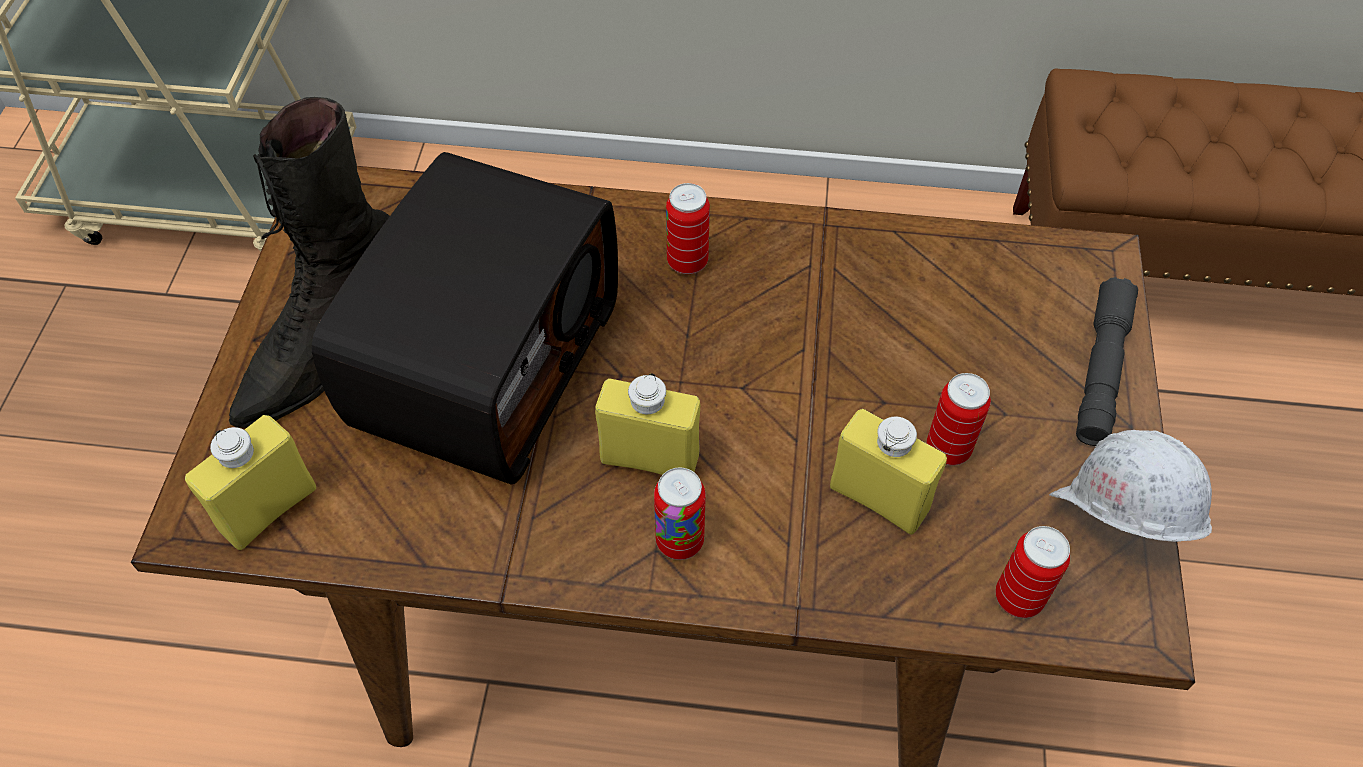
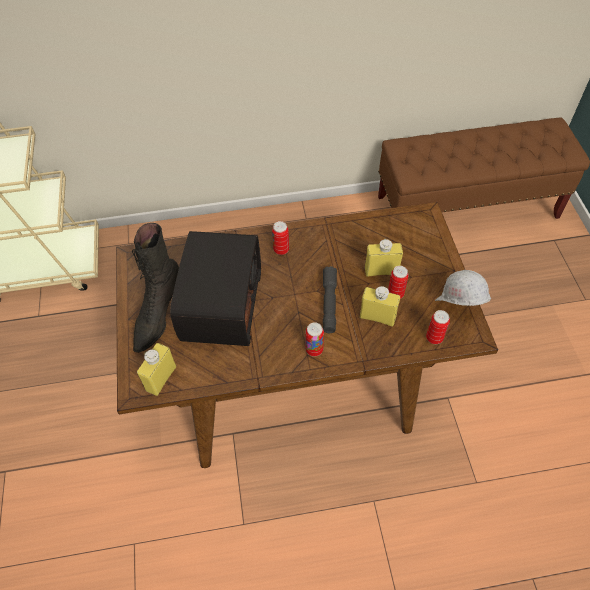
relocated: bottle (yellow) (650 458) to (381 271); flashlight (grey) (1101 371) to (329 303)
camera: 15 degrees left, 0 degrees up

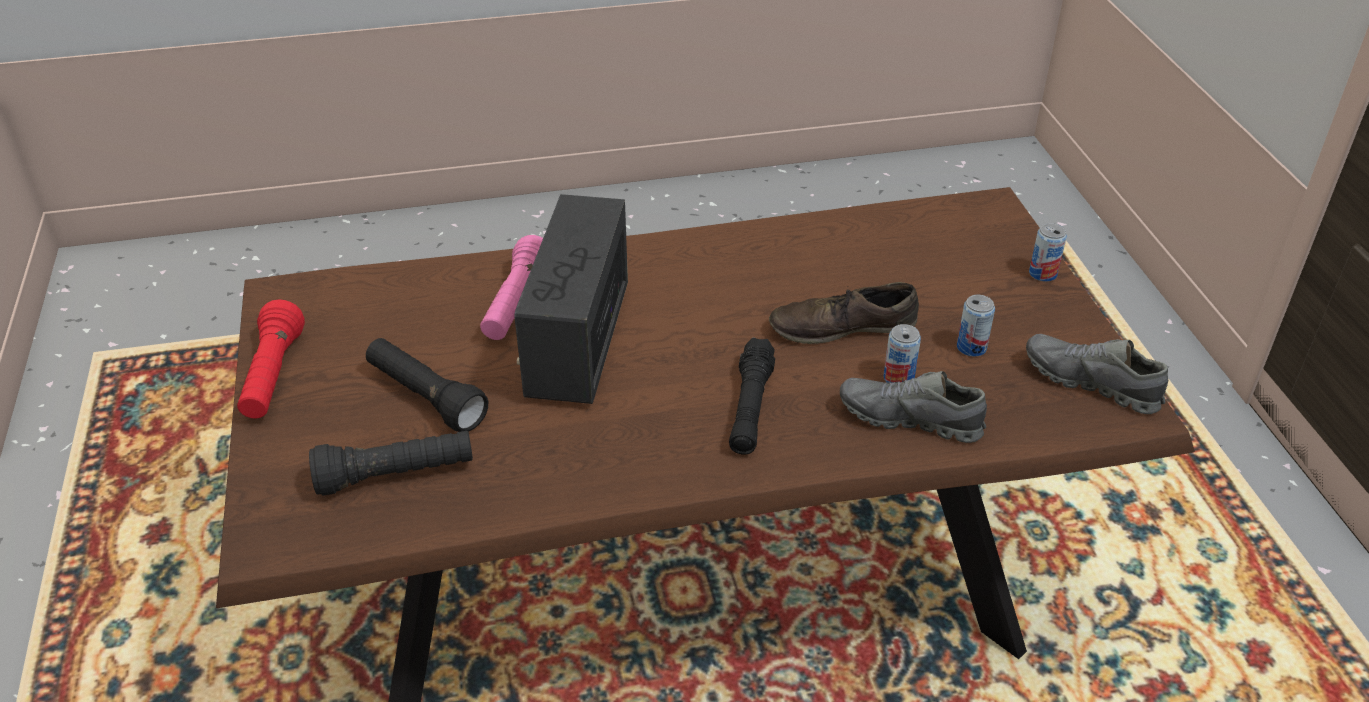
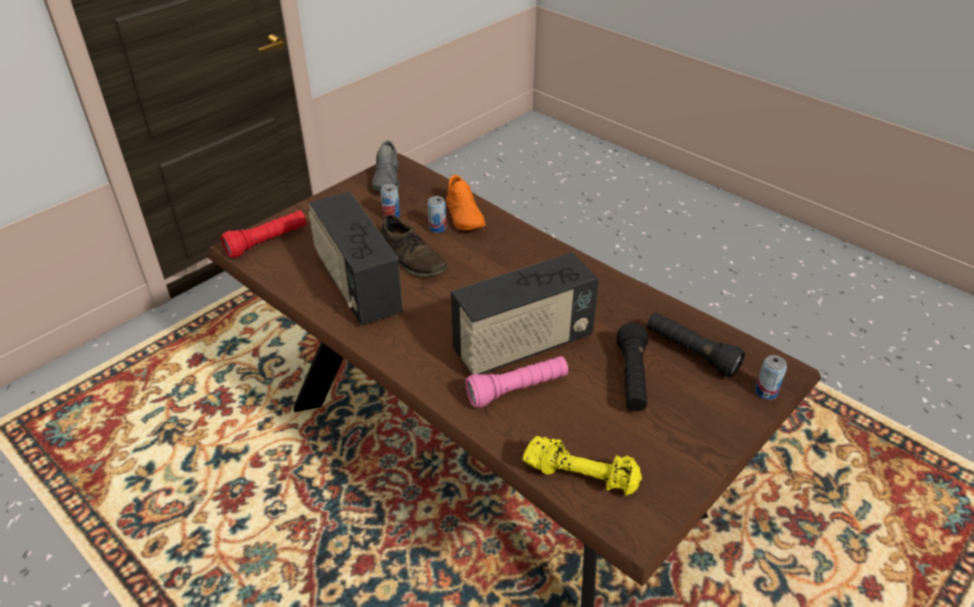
missing: flashlight (black) (750 407)
appeared: radio (357 286); dumbbell (yellow) (581 475)
relocated: flashlight (red) (273 376) to (267 242); can (1043 273) to (766 392)
colour: shoe (grey) (909 419) to shoe (orange) (465 216)
camera: 125 degrees left, 0 degrees up

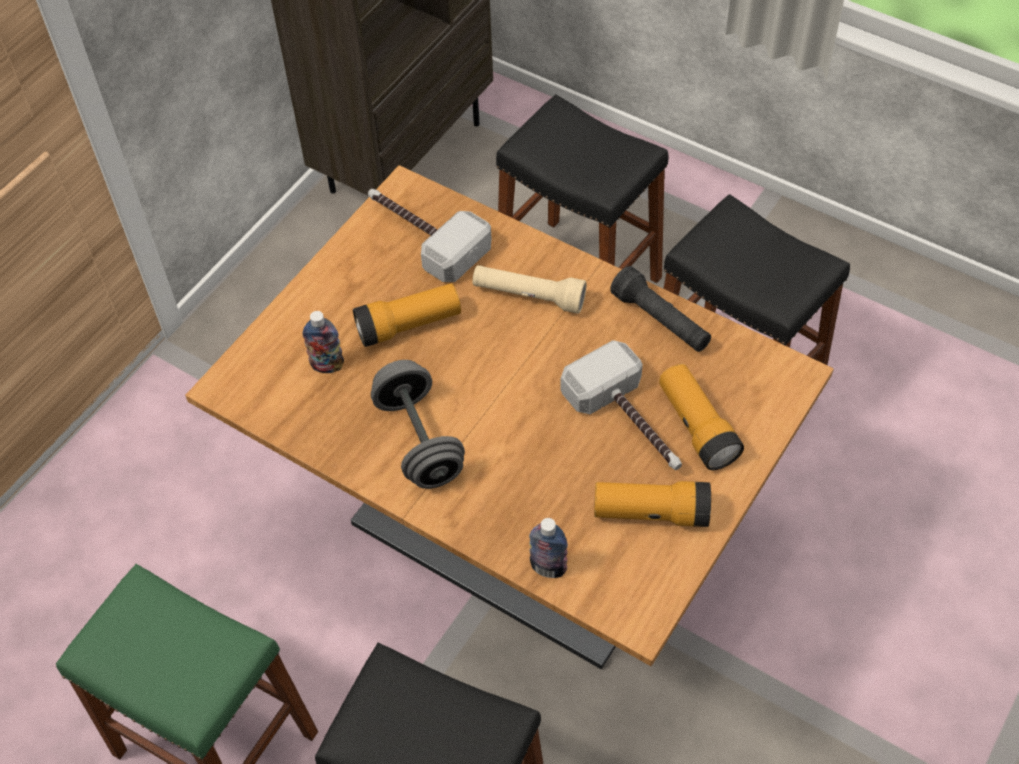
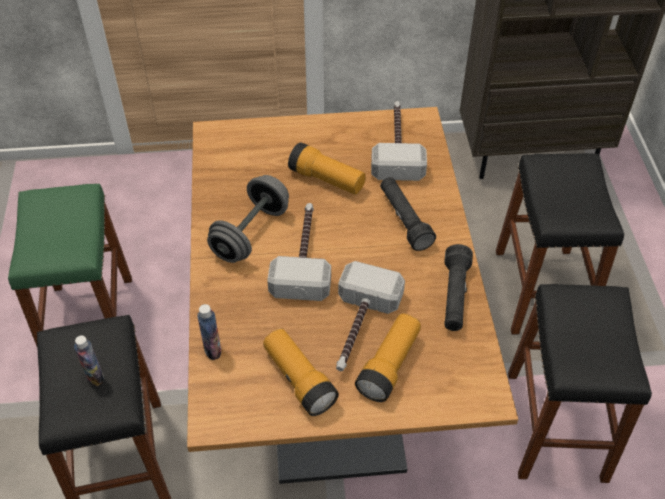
appeared: hammer (304 256)
relocated: bottle (327 365) to (95 376)
colour: flashlight (beige) (528 296) to flashlight (black) (404 220)
camera: 50 degrees right, 5 degrees down

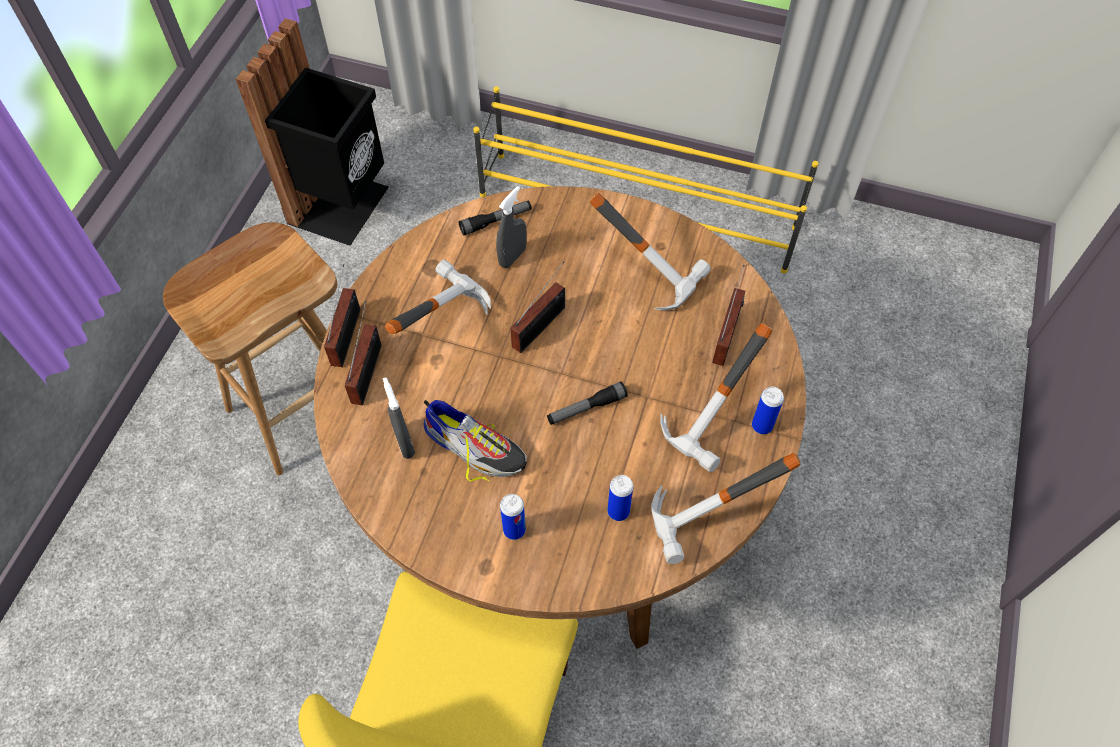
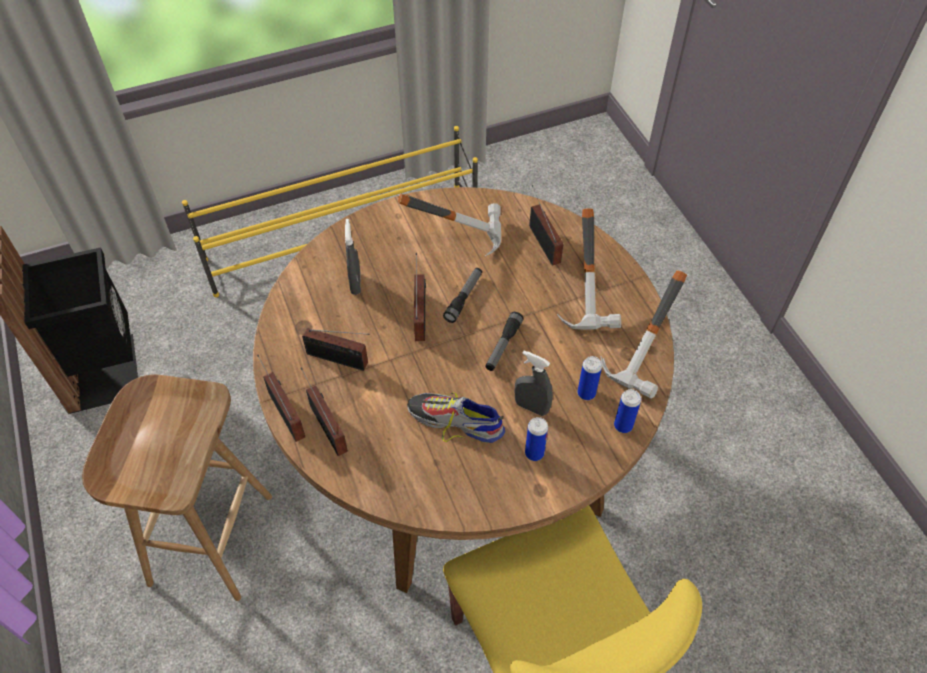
relocated: spray bottle (grey) (404 442) to (531 407); flashlight (496 221) to (464 298); can (762 426) to (623 425)
exchanged: hammer (433 319) to radio (340 360)
spun: shoe (475 446) = (455 421) 150 degrees counterclockwise
camera: 40 degrees left, 5 degrees down

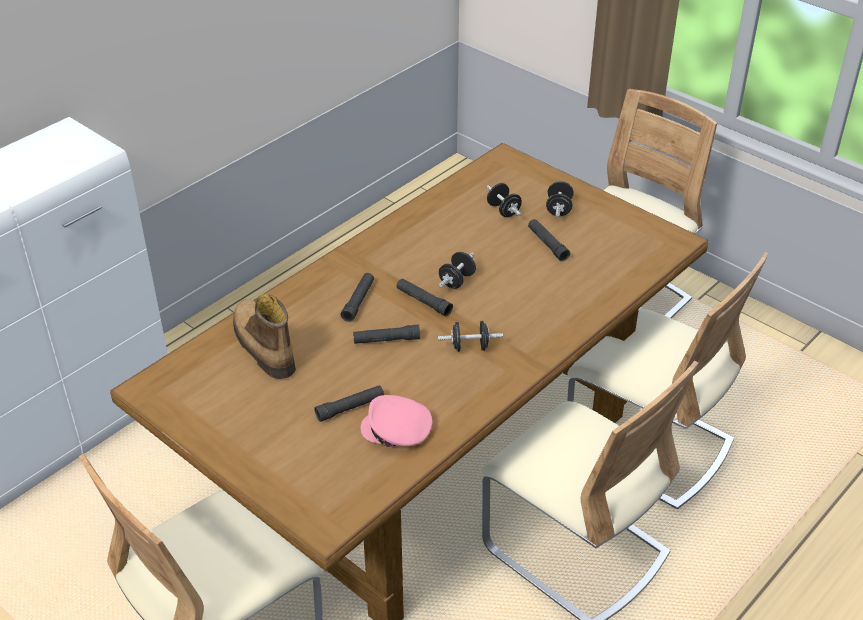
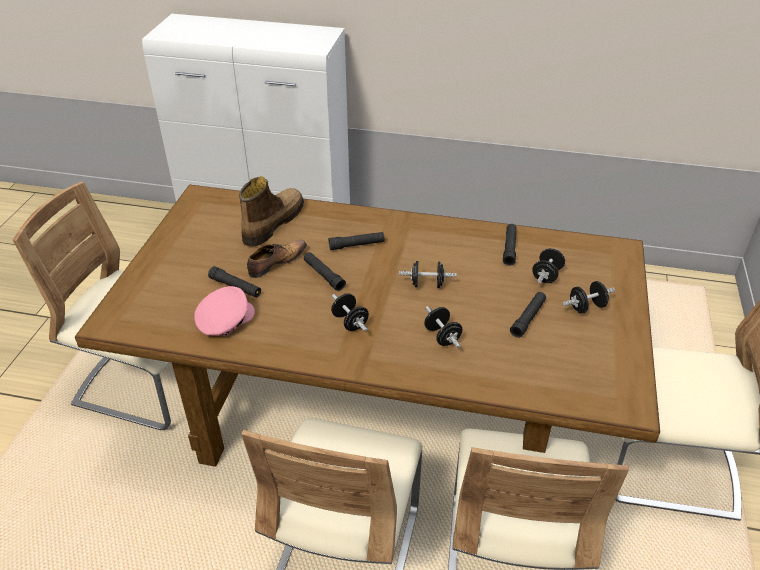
appeared: shoe (276 263); dumbbell (black) (442 336)
relocated: flashlight (black) (423 302) to (509 248)
spun: cap (pink) (397 431) = (224 320) 60 degrees clockwise
camera: 60 degrees right, 0 degrees up

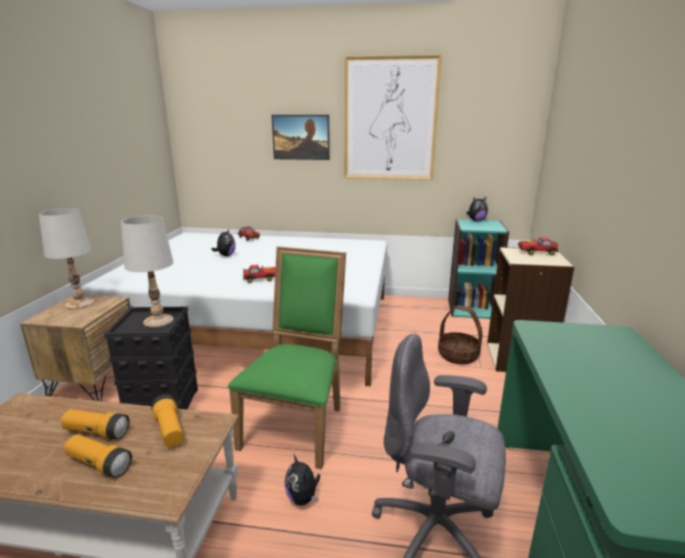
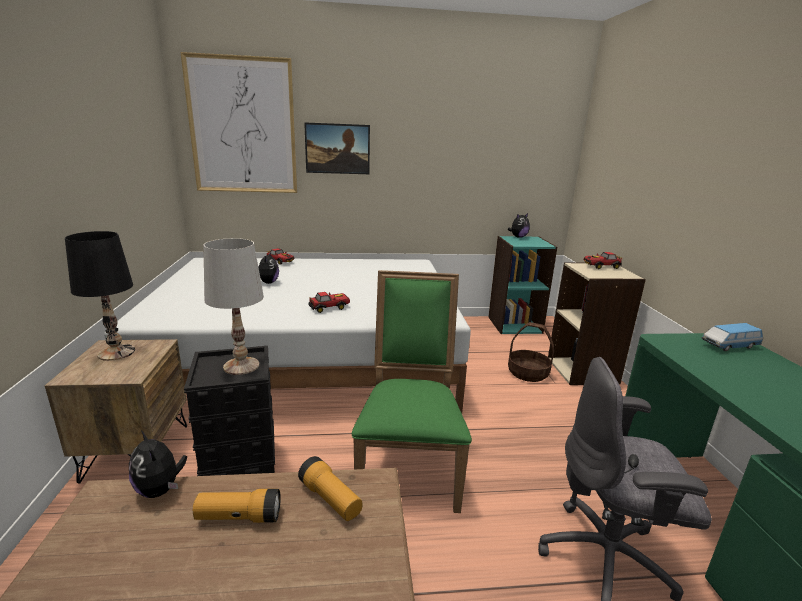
missing: flashlight (99 464)
appeared: toy car (729 346)
relocated: plush toy (303 498) to (160 489); picture (390 120) to (243 126)
colour: table lamp (white) (80 304) to table lamp (black) (117 352)
camera: 15 degrees left, 0 degrees up

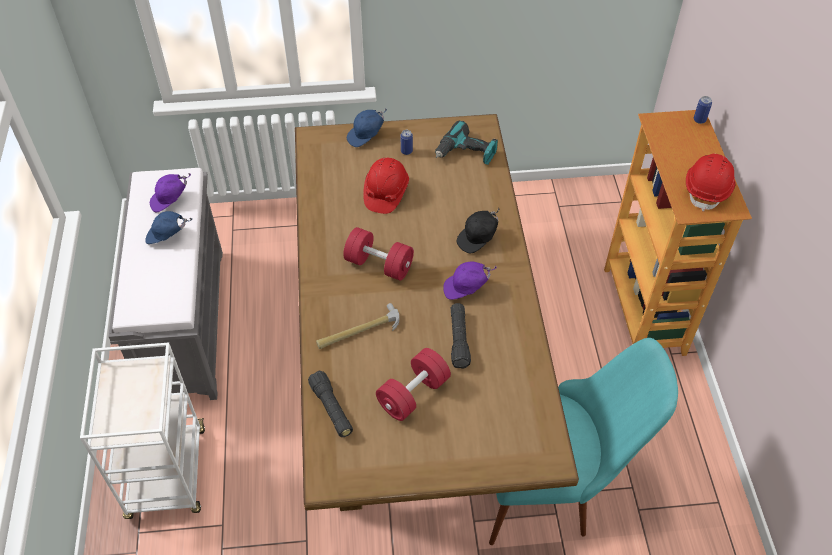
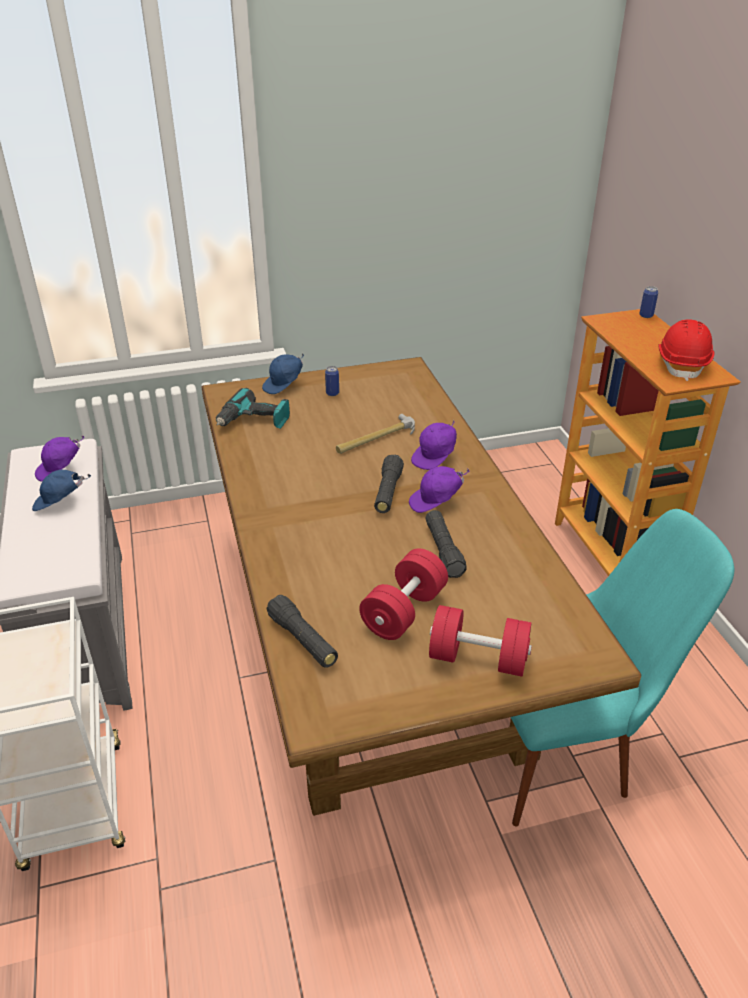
missing: hard hat (red) (385 193)
appeared: flashlight (black) (388 492)
relocated: hammer (358 331) to (376 438); dumbbell (red) (379 264) to (478 658); power drill (466 153) to (254 421)
colour: cap (black) (478 239) to cap (purple) (435 457)
camera: 10 degrees left, 15 degrees down

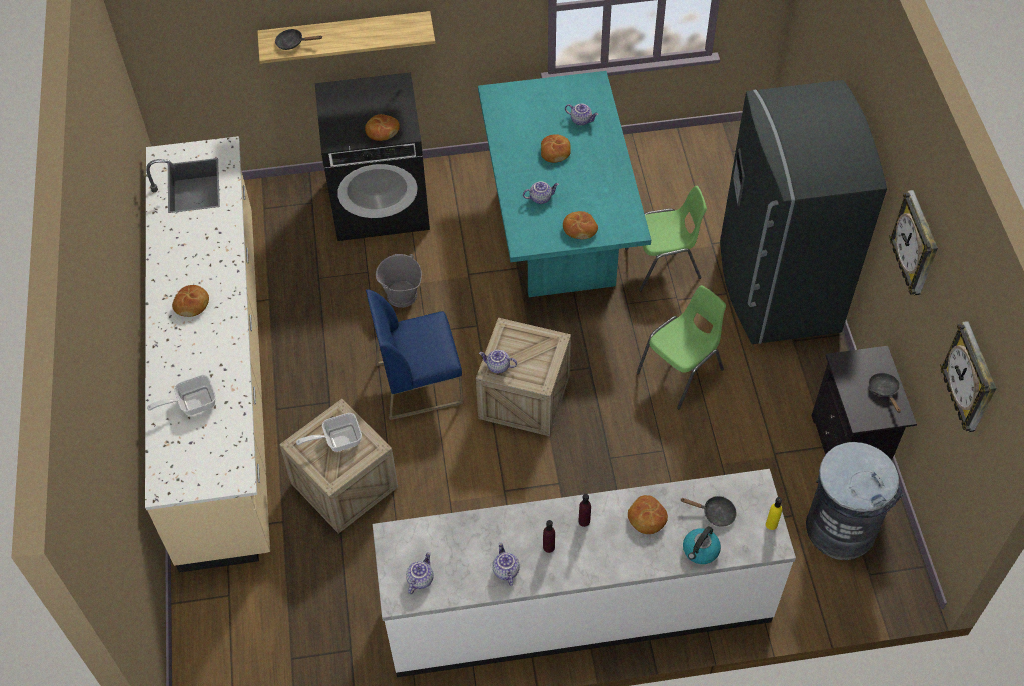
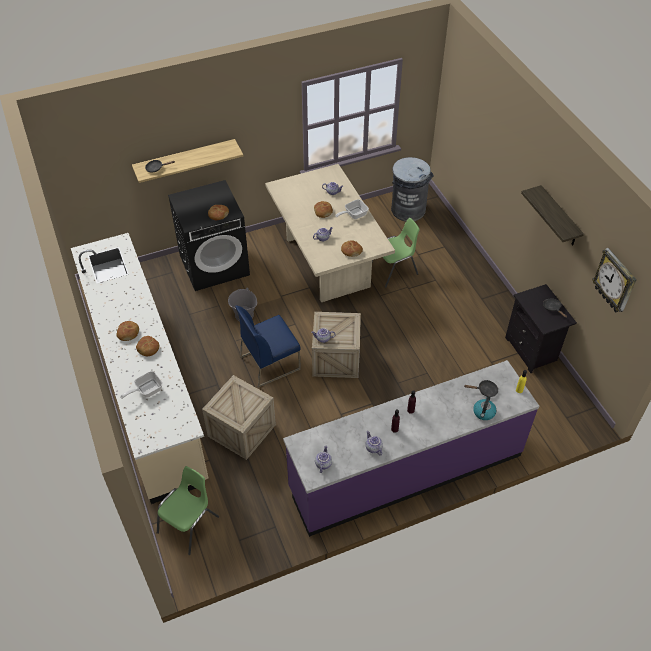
missing: fridge (grey) (775 287)
relocated: frying pan (337 440) to (353 215); bread (646 518) to (148 348); chair (green) (682 371) to (189 524); trash can (grey) (840 527) to (408 209)
exchanged: wall clock (916 245) to shelf (559 217)
colour: counter (white) (578 607) to counter (purple) (405 471); dining table (turquoise) (558 230) to dining table (beige) (326 262)
camera: 15 degrees left, 5 degrees down

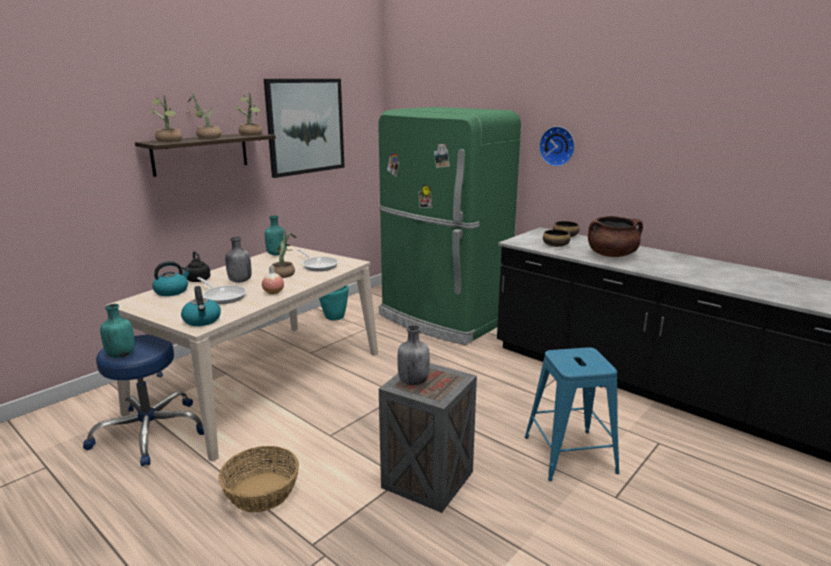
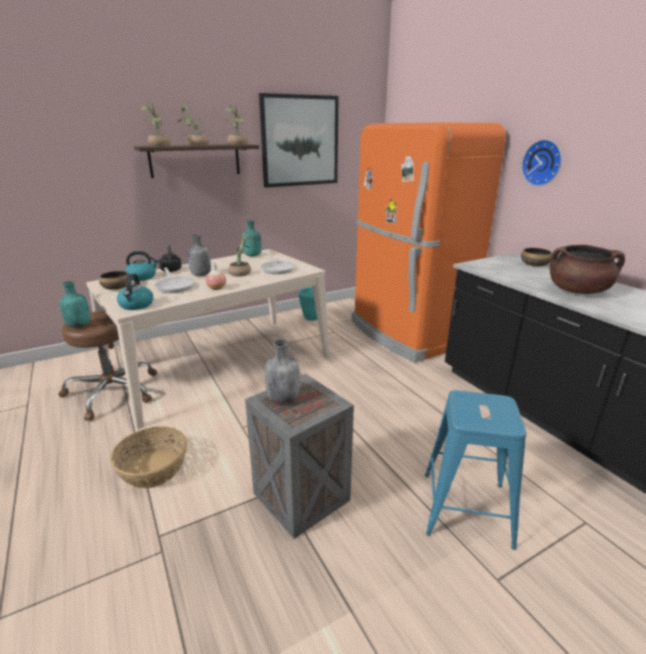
relocated: bowl (555 245) to (116 288)
colour: stool (blue) (151 432) to stool (brown) (112 392); fridge (green) (442 319) to fridge (orange) (406 333)
camera: 20 degrees right, 5 degrees up

